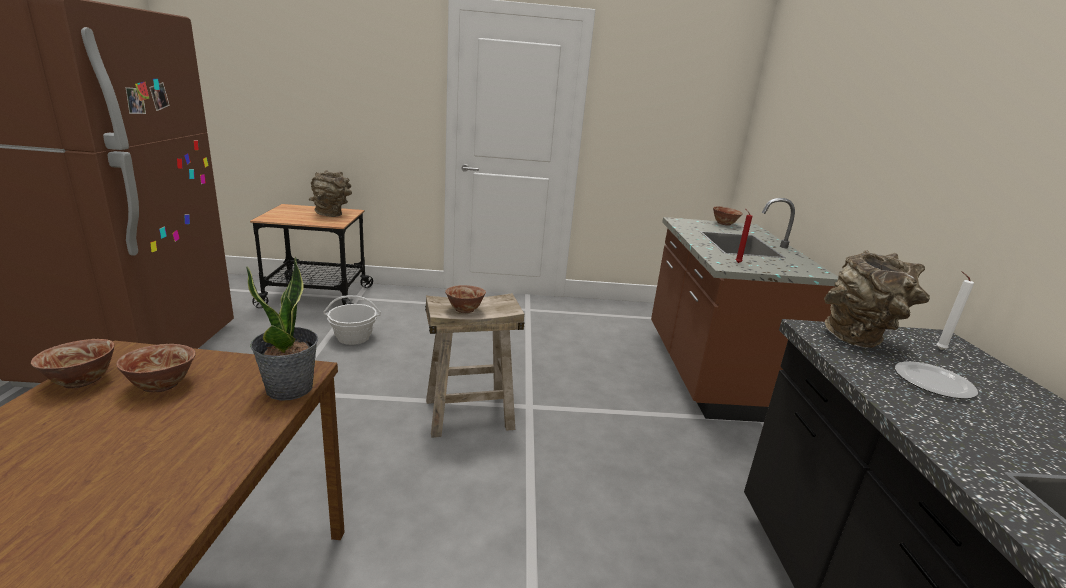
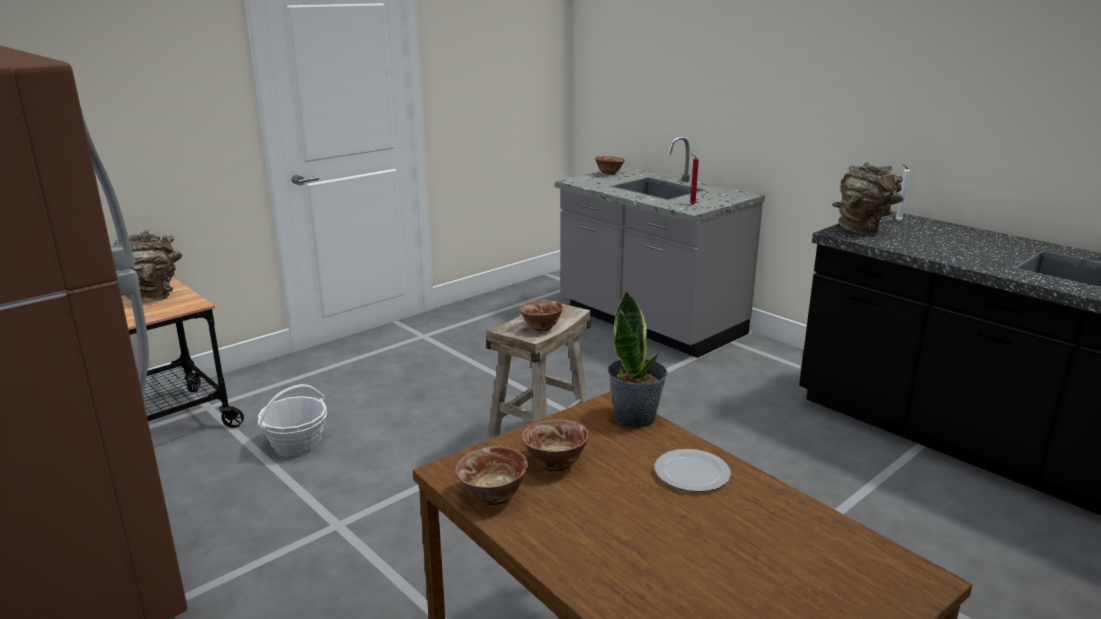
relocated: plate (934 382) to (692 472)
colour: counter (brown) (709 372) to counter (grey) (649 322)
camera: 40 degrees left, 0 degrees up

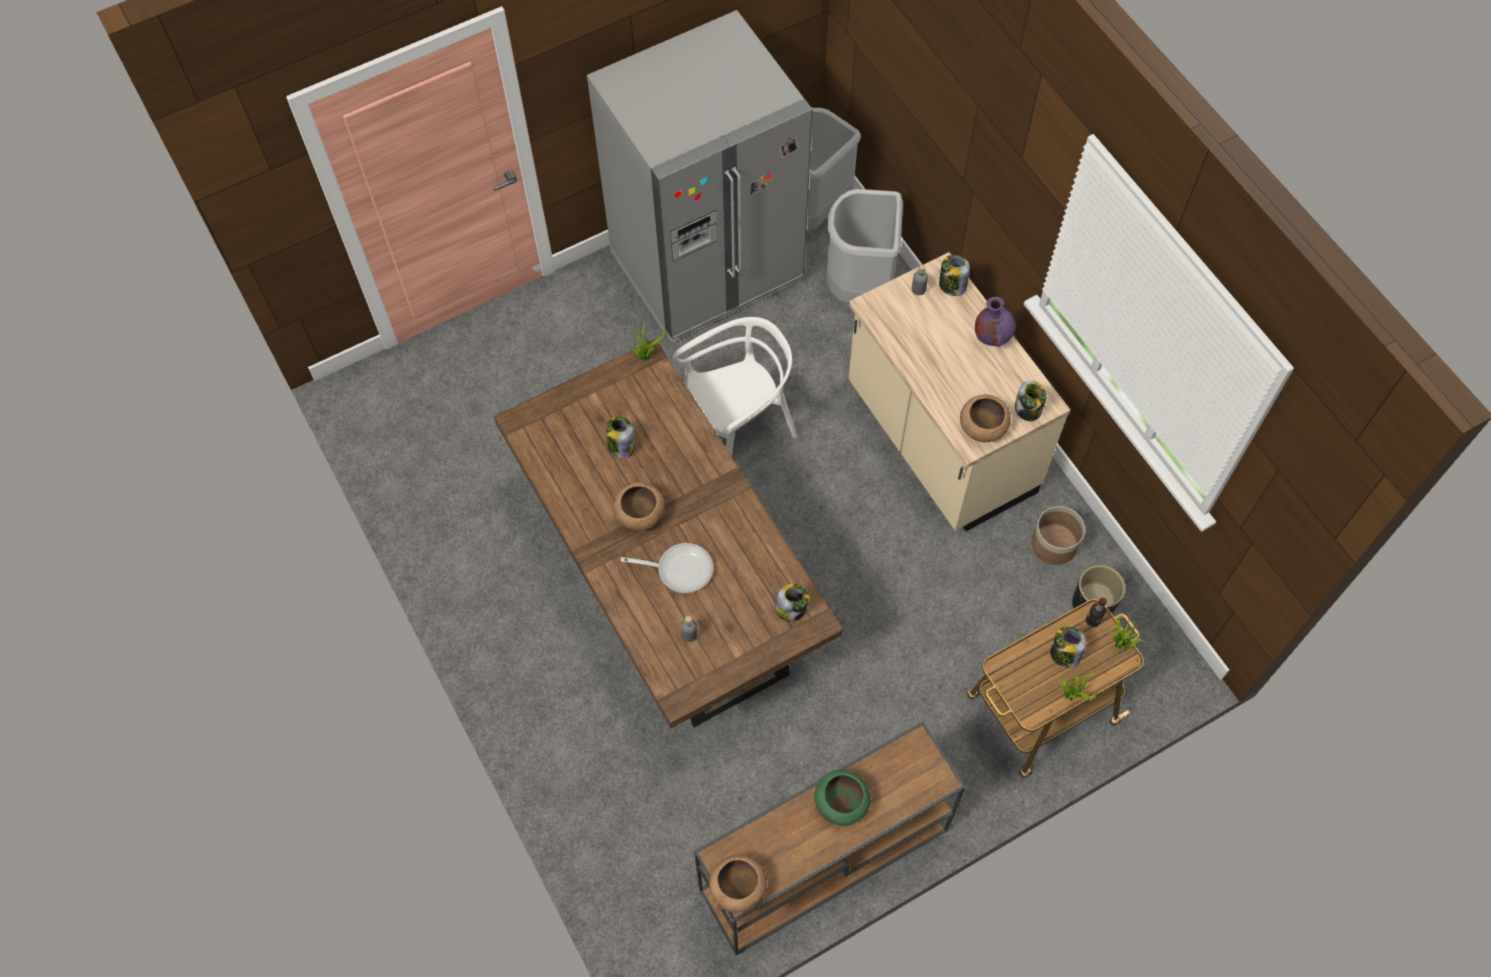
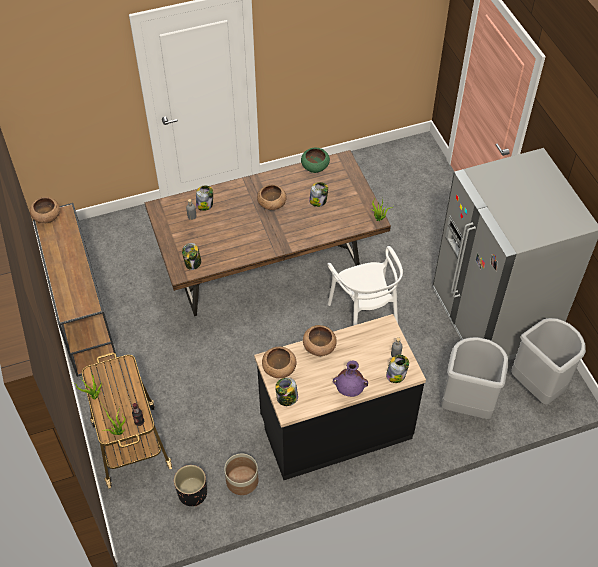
missing: frying pan (679 569)
appeared: bowl (brown) (319 347)
relocated: bowl (green) (841 802) to (315 167); jar (1064 654) to (205 204)
colour: counter (beige) (938 441) to counter (black) (335 427)
camera: 100 degrees right, 10 degrees down

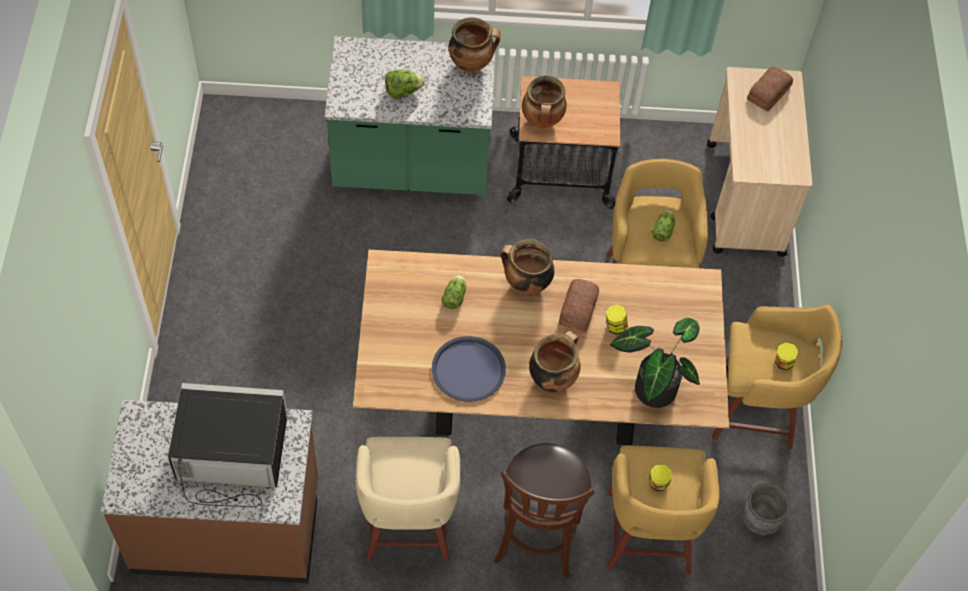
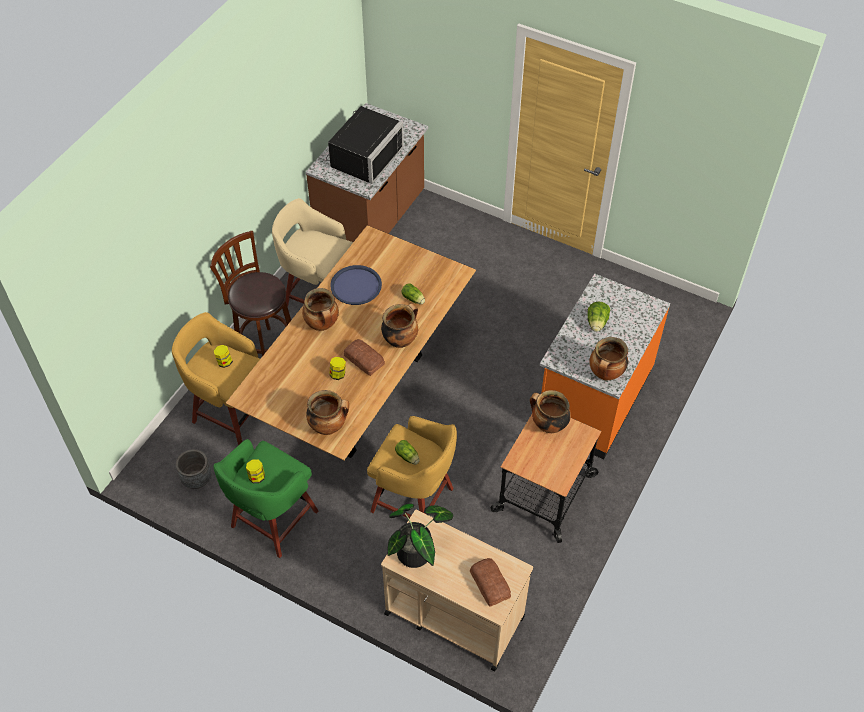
appeared: cooking pot (328 426)
relocated: potted plant (652 385) to (418 552)
colour: counter (green) (411 166) to counter (orange) (593 398); stool (yellow) (757 410) to stool (green) (272 521)
camera: 120 degrees right, 5 degrees down

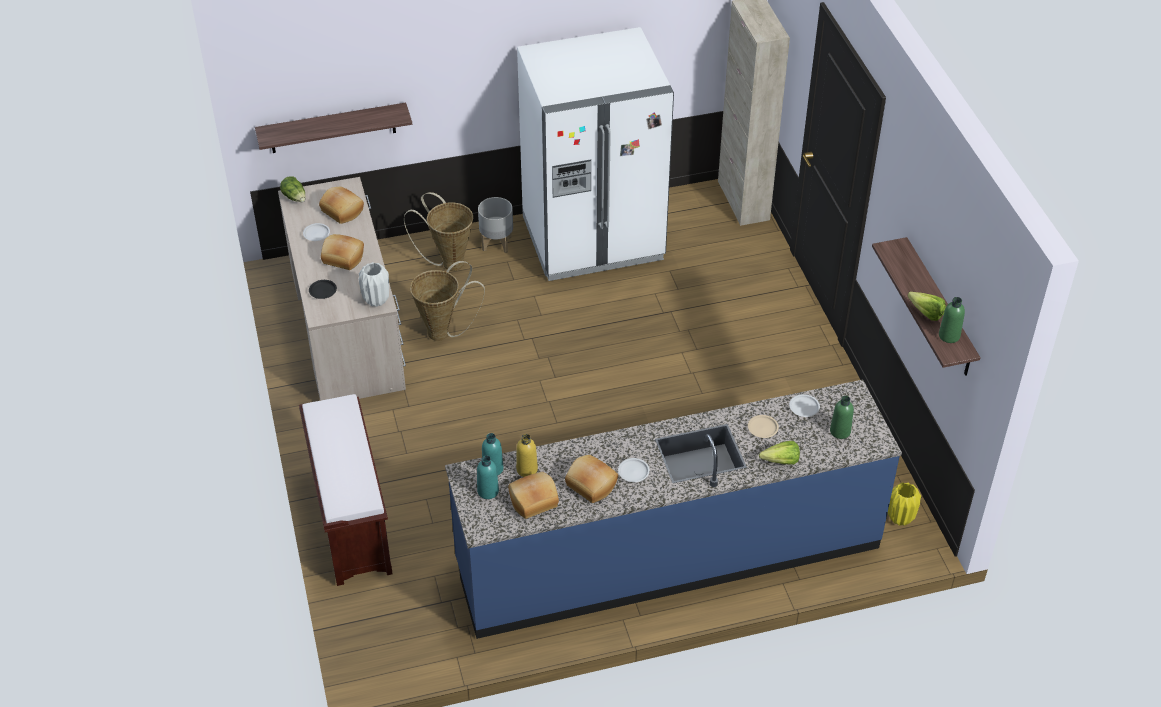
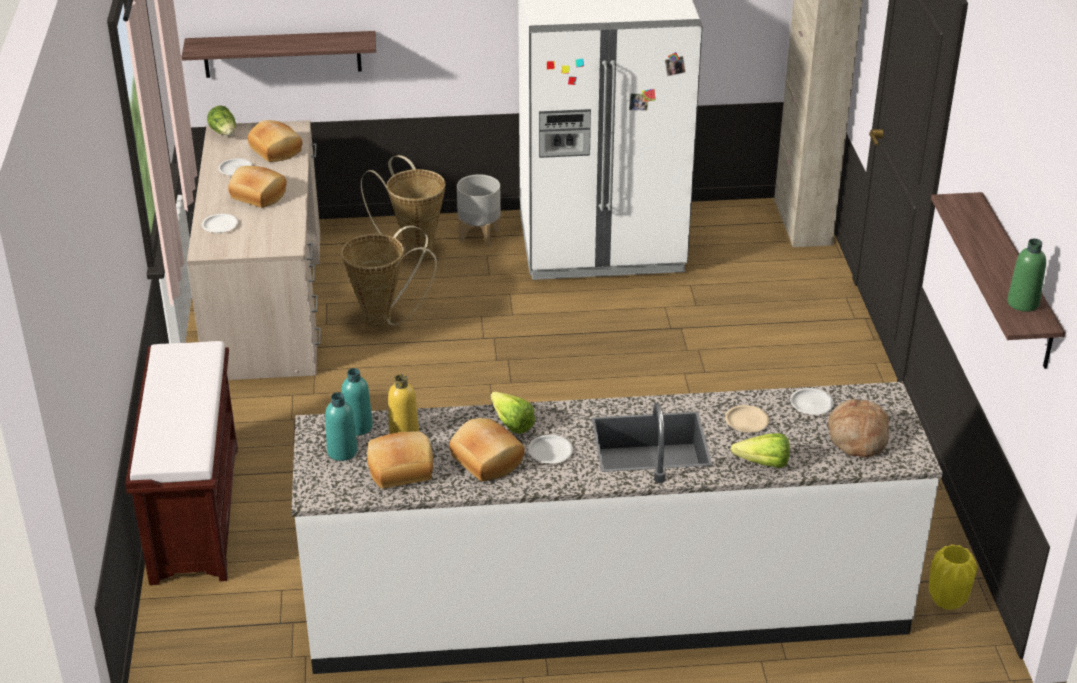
missing: vase (white) (376 300)
relocated: lettuce (923 311) to (510 421)
exchanged: bottle (green) (840 431) to bread (857 437)
colour: plate (black) (323 291) to plate (white) (220 225); counter (blue) (668 555) to counter (white) (606 605)
camera: 10 degrees right, 10 degrees down

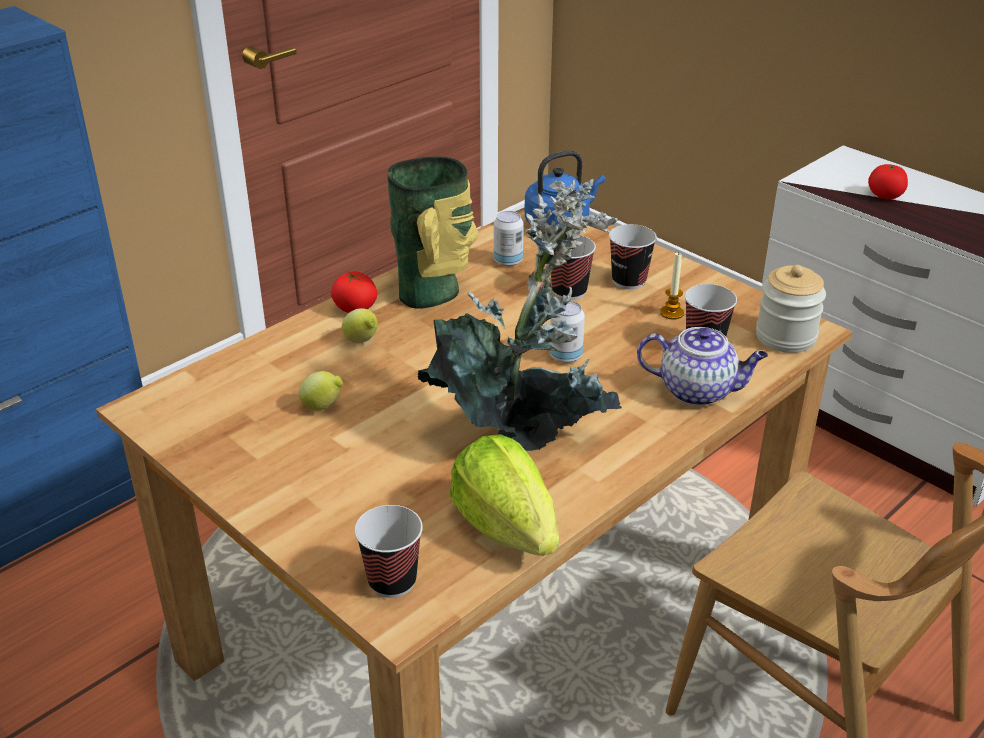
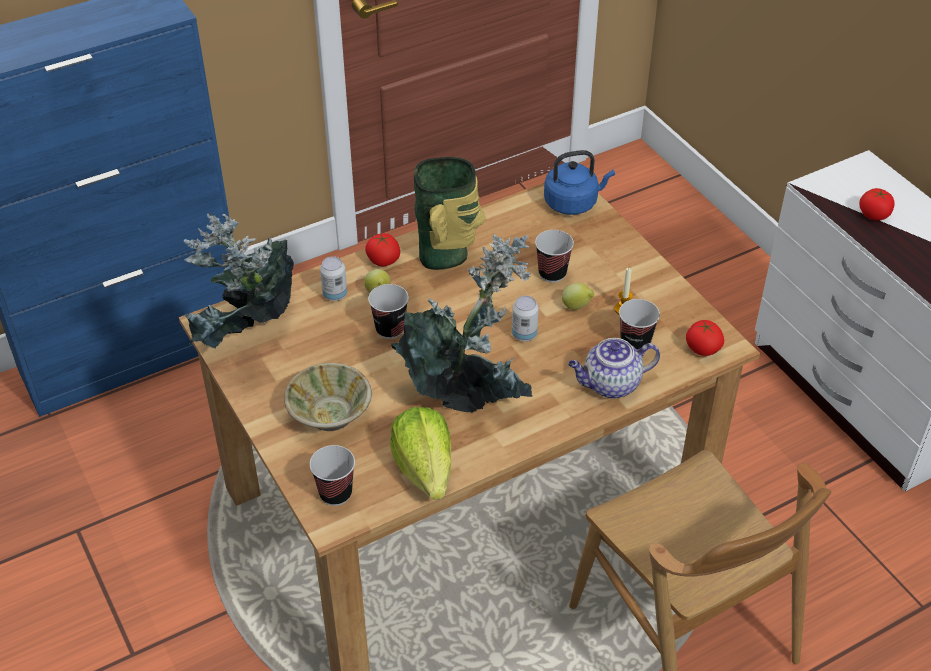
appeared: potted plant (249 338); bowl (beige) (329 413)
relocated: lemon (323 407) to (577 307); can (508 261) to (335 295); cup (629 281) to (390 329)
exchanged: jar (785 337) to tomato (703 349)
spun: teapot (698 391) = (610 385) 135 degrees clockwise
camera: 15 degrees right, 10 degrees up

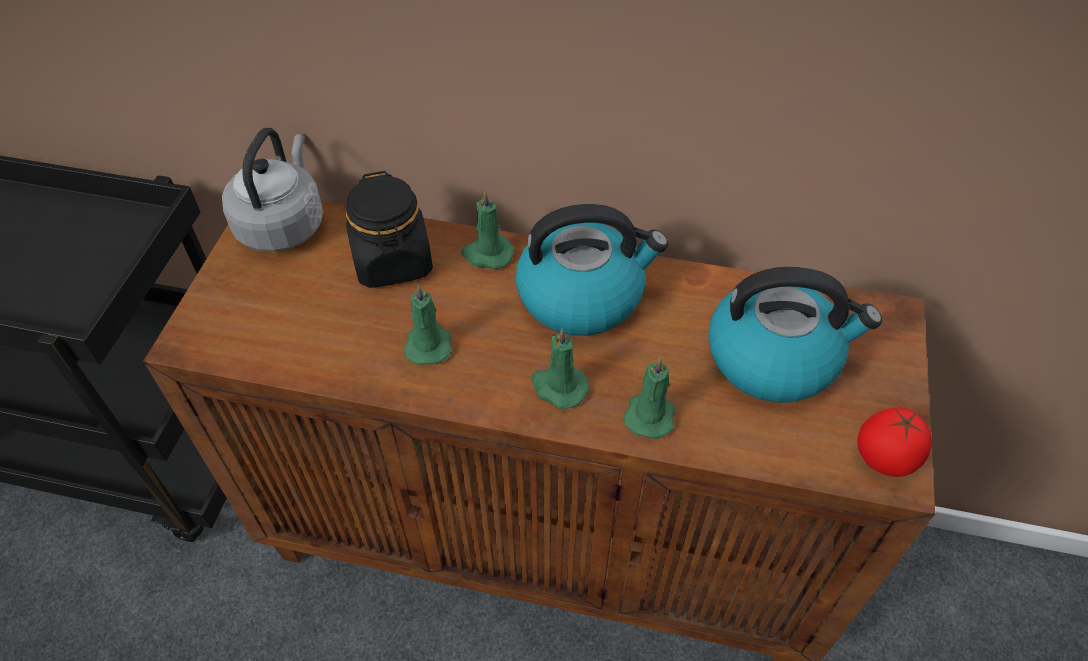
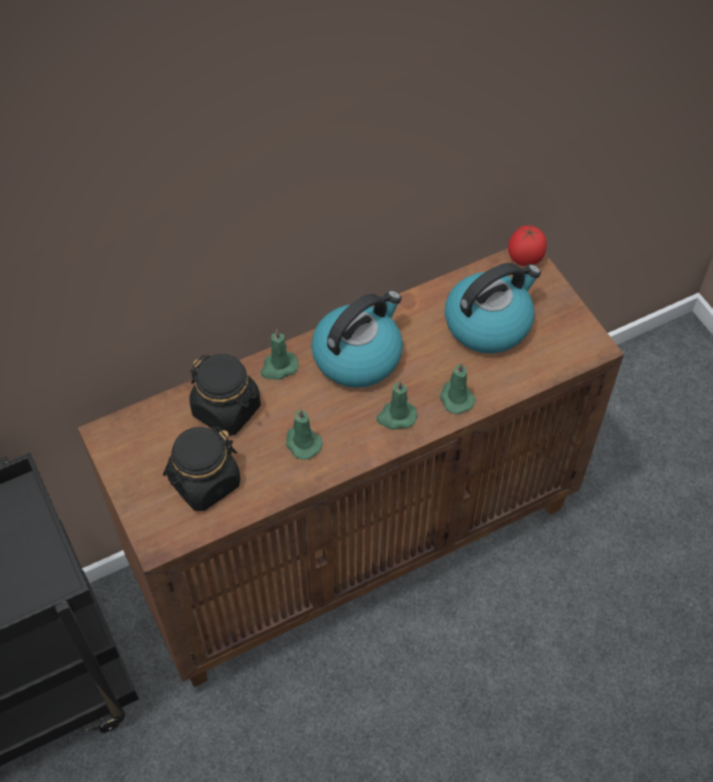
missing: kettle (grey) (283 224)
appeared: jar (black) (204 482)
relocated: tomato (883 459) to (524 259)
camera: 40 degrees left, 5 degrees up

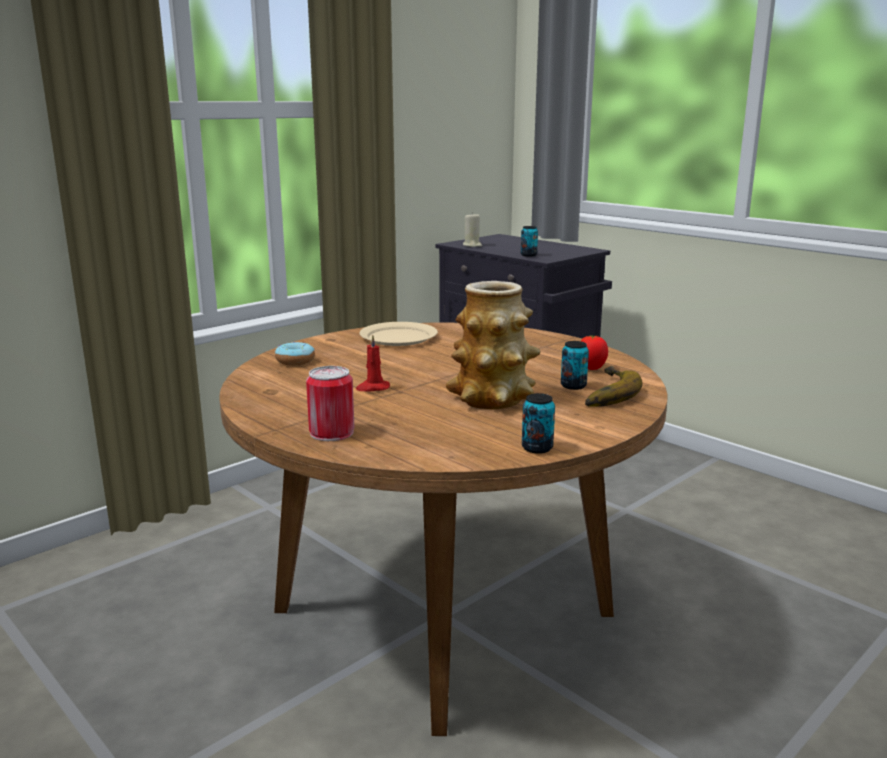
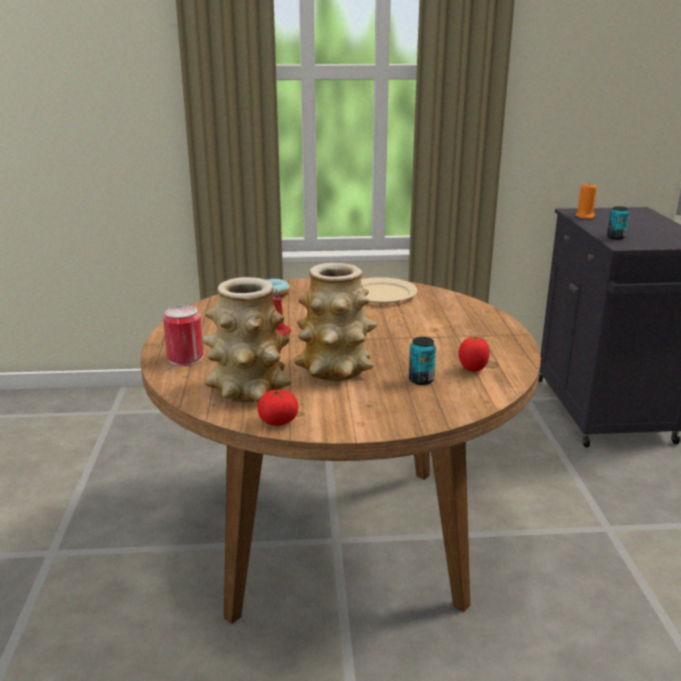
missing: banana (603 393)
appeared: vase (248 389)
exchanged: can (537 448) to tomato (278 421)
colour: candle (beige) (472 245) to candle (orange) (585 216)
camera: 40 degrees right, 5 degrees up

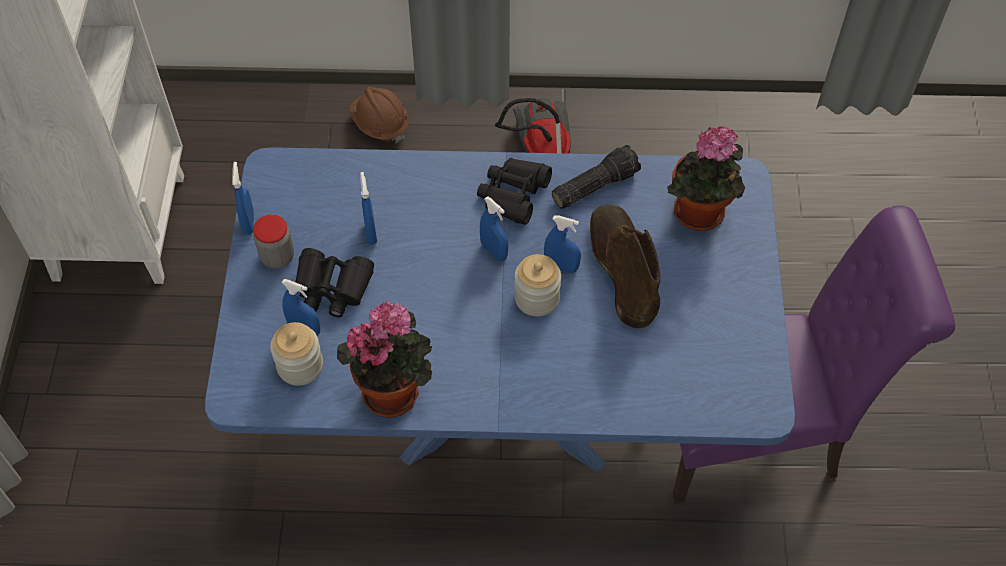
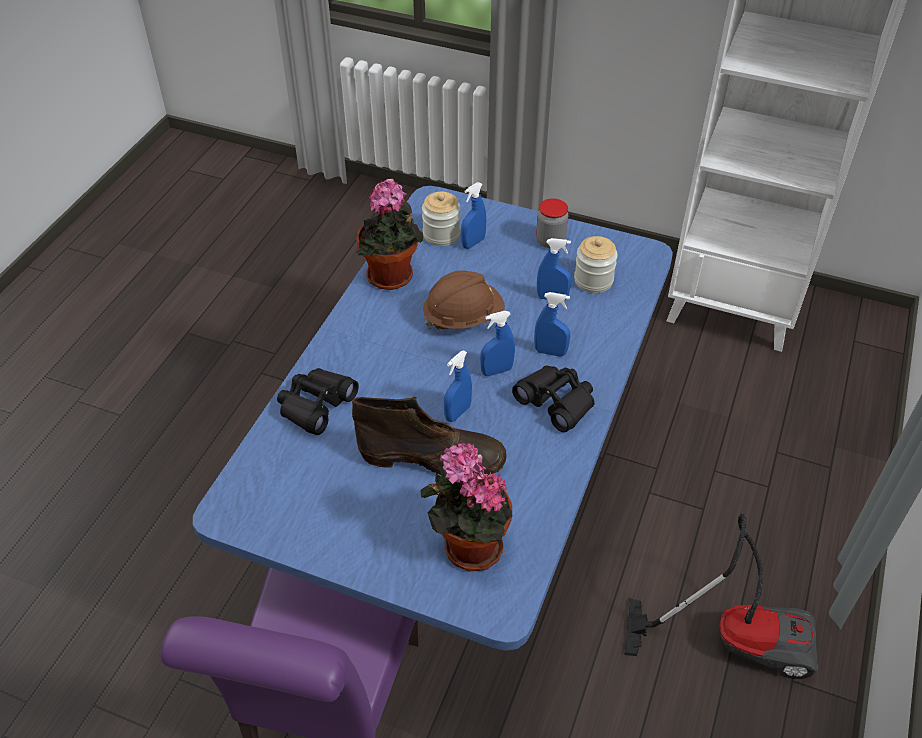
missing: flashlight (594 185)
relocated: spray bottle (blue) (248 222) to (550 352); binoculars (black) (332 288) to (316 405); hard hat (brown) (380 124) to (463 317); jar (537 298) to (593 280)
camera: 110 degrees right, 10 degrees down

